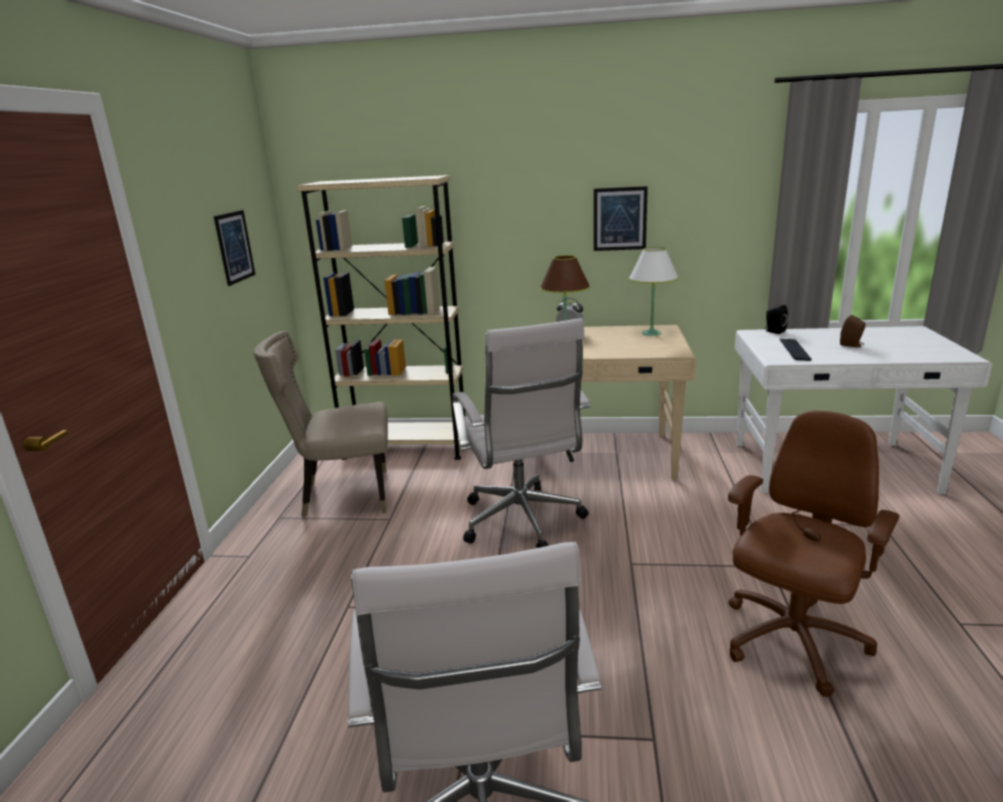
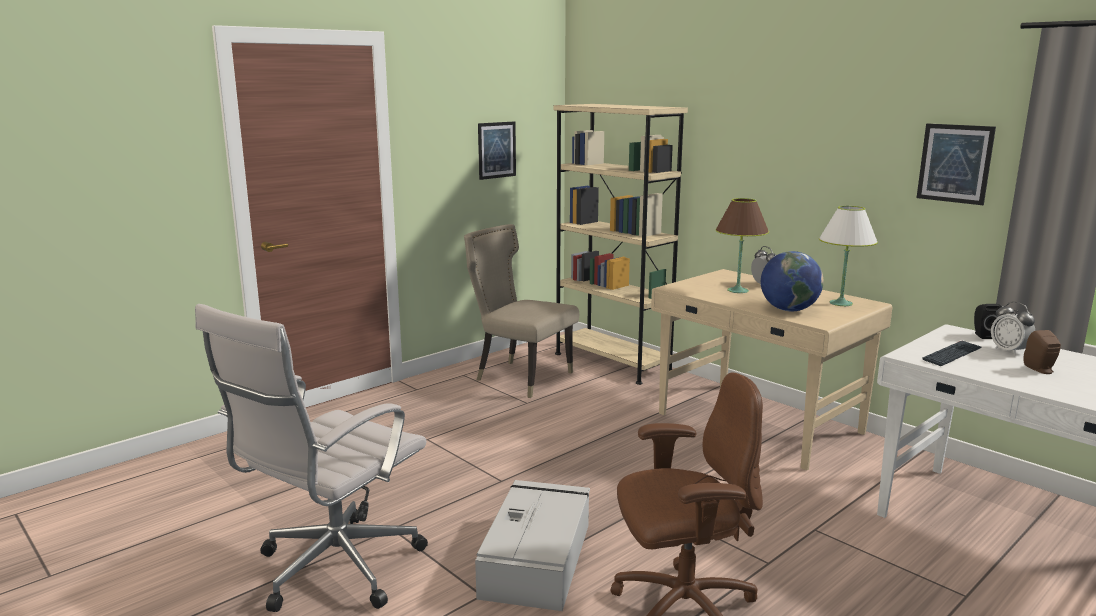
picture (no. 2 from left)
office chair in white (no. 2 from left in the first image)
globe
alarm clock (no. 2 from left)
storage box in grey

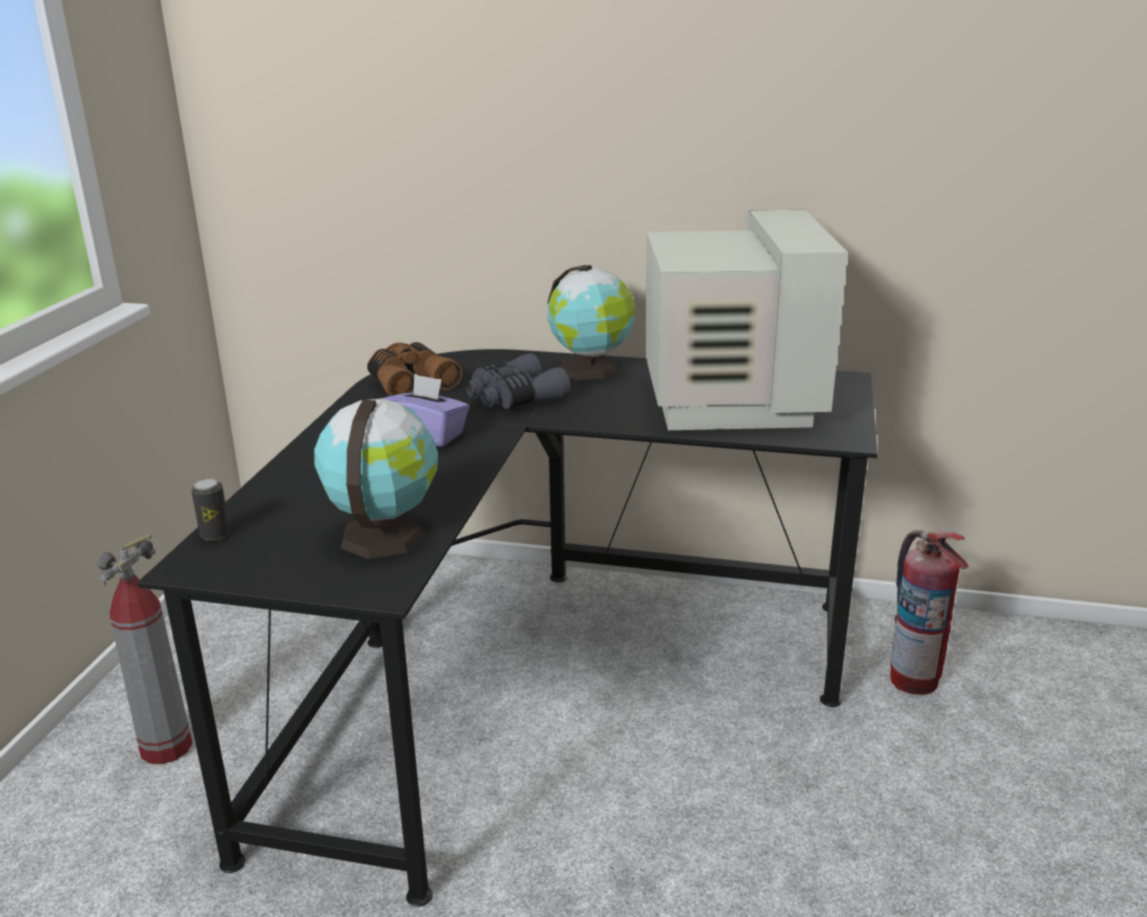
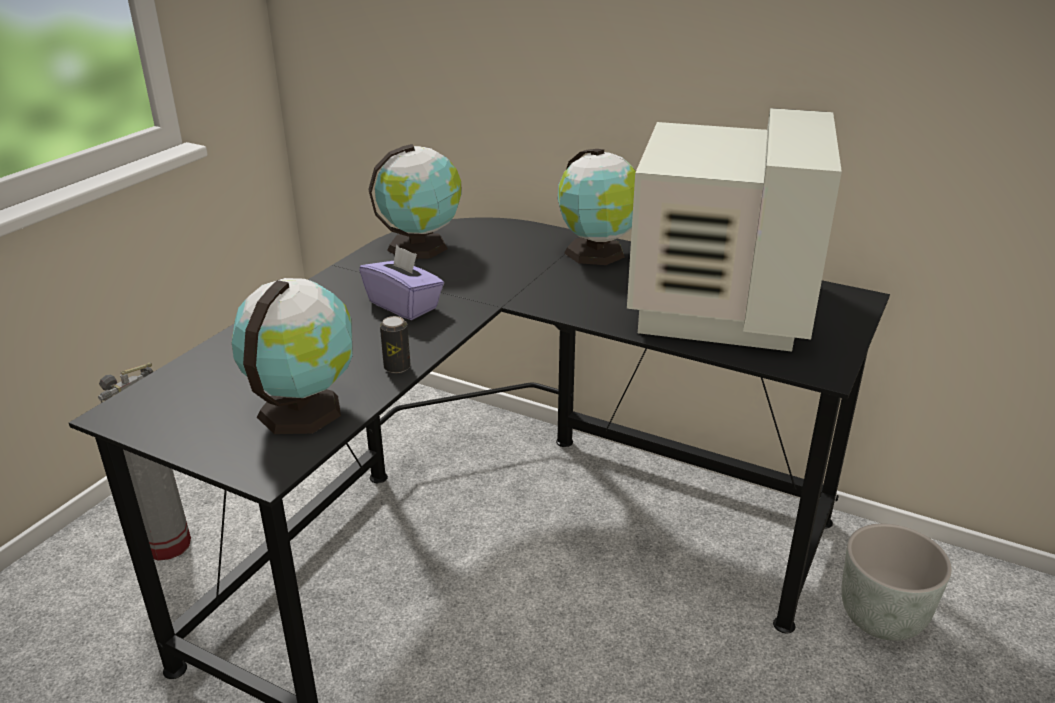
globe (no. 2 from left)
binoculars in grey
can
planter in grey

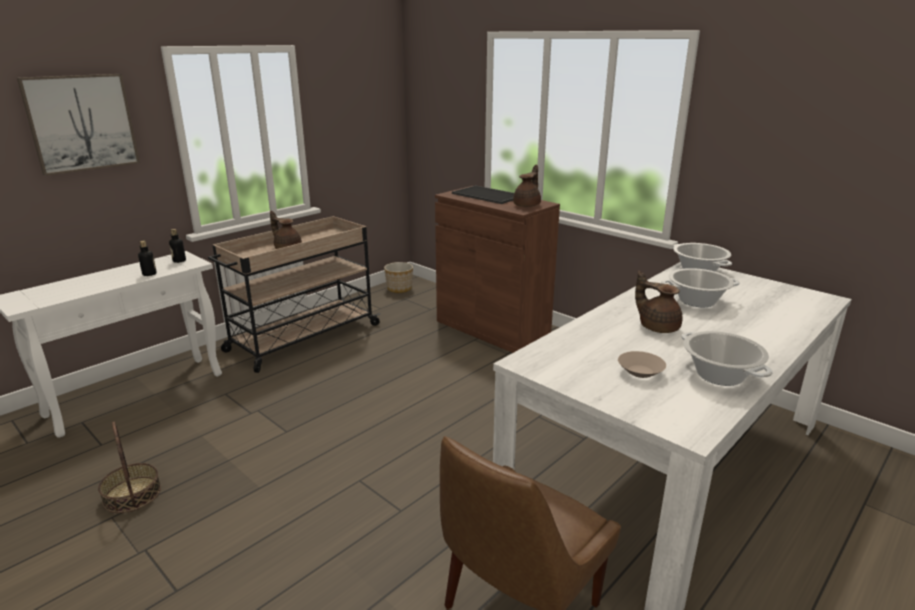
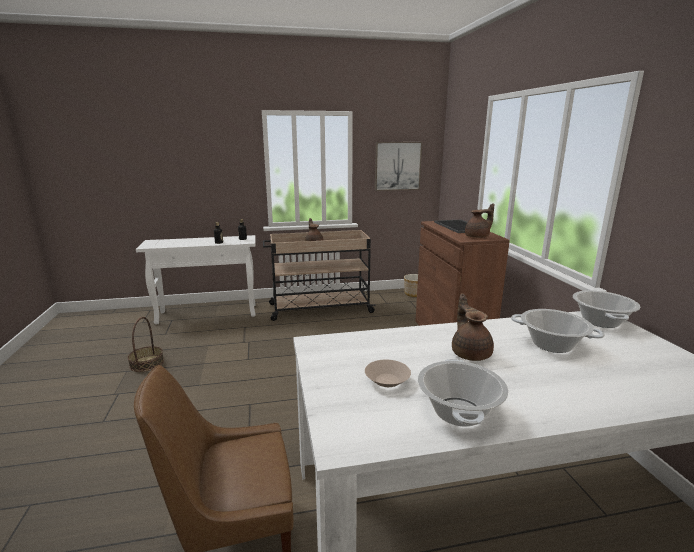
picture

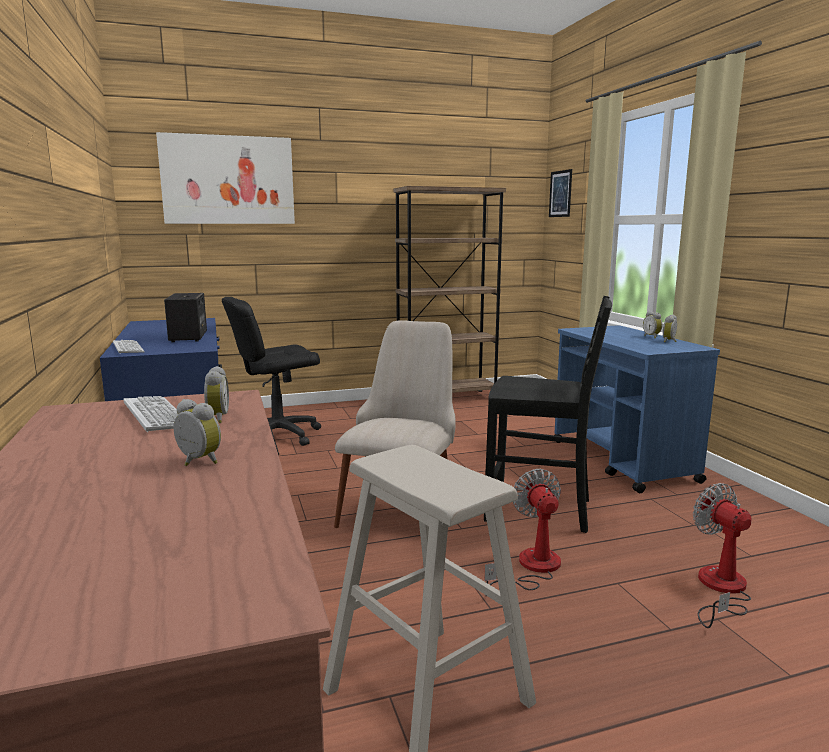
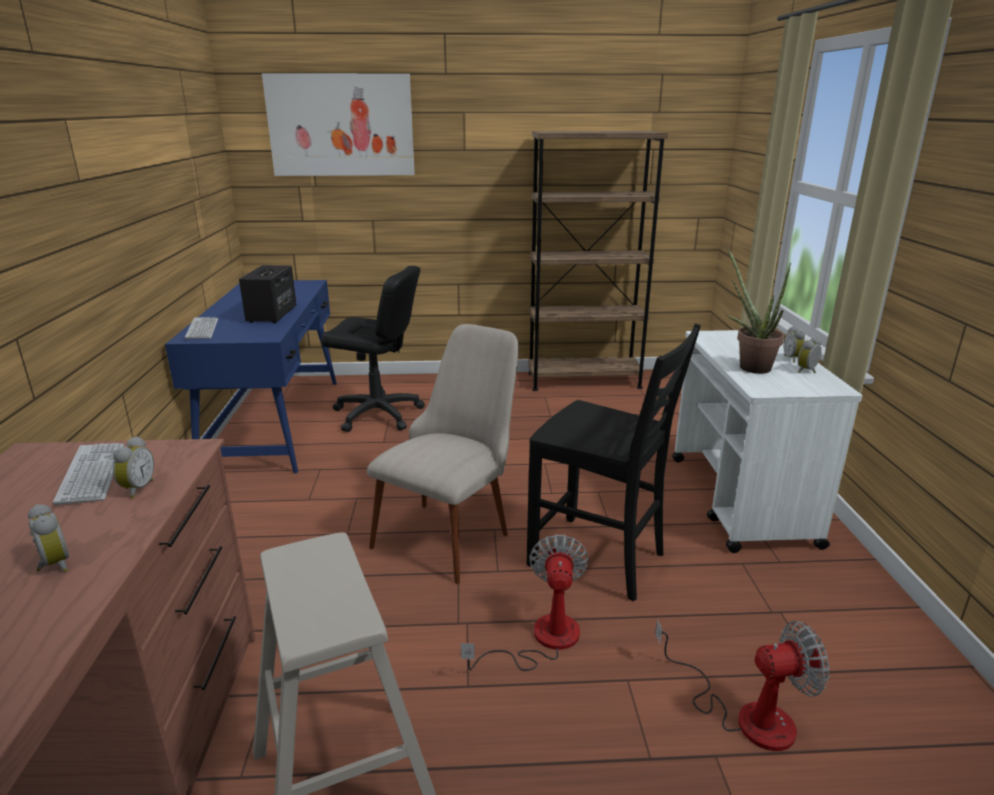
picture (no. 2 from left in the first image)
office chair in black
cart in white
fan (no. 2 from left)
potted plant

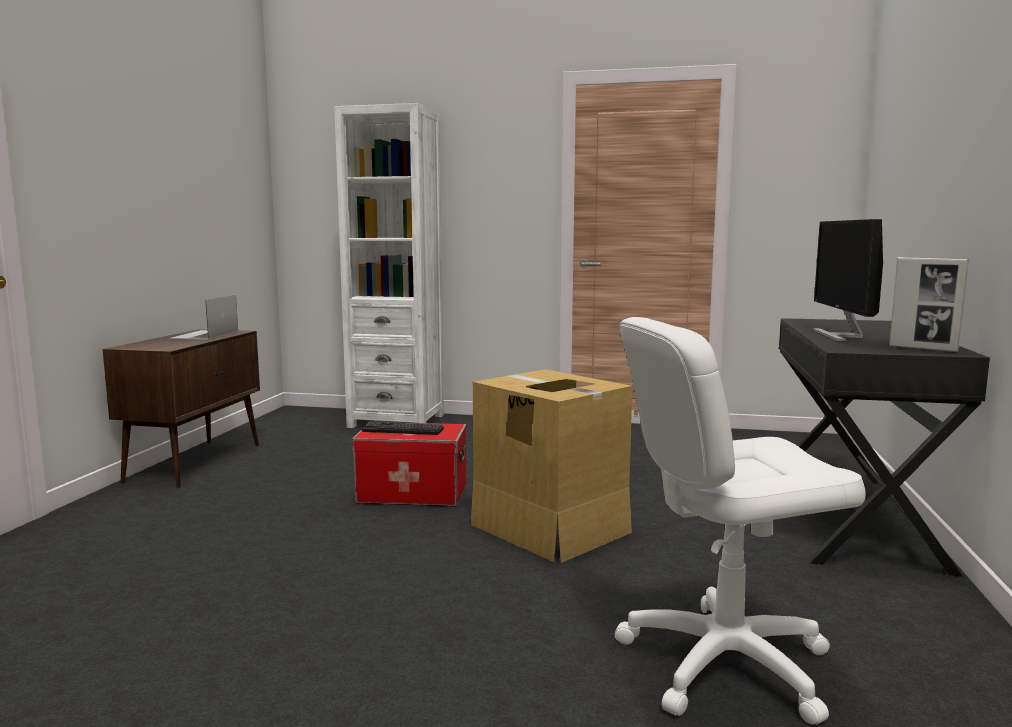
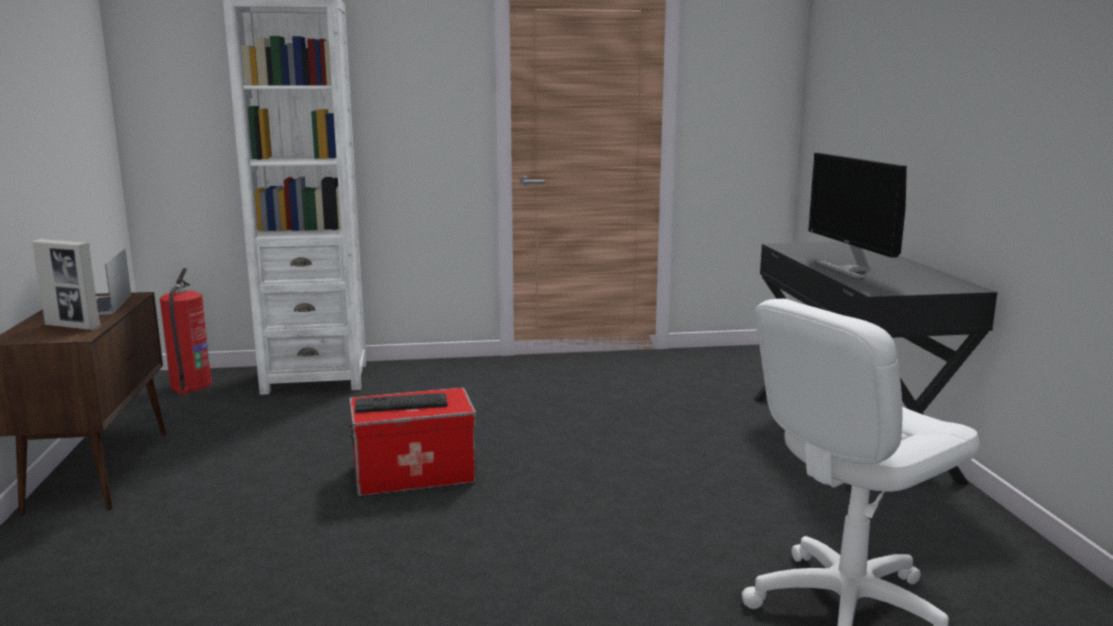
picture frame
cardboard box
fire extinguisher

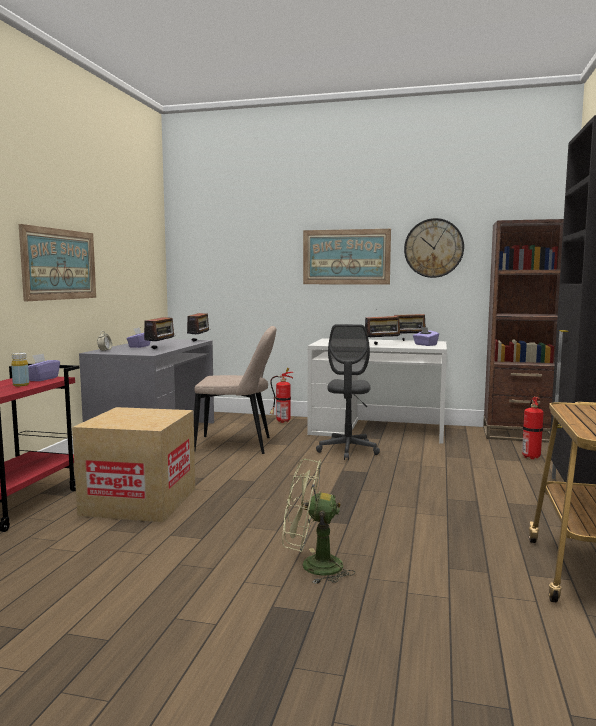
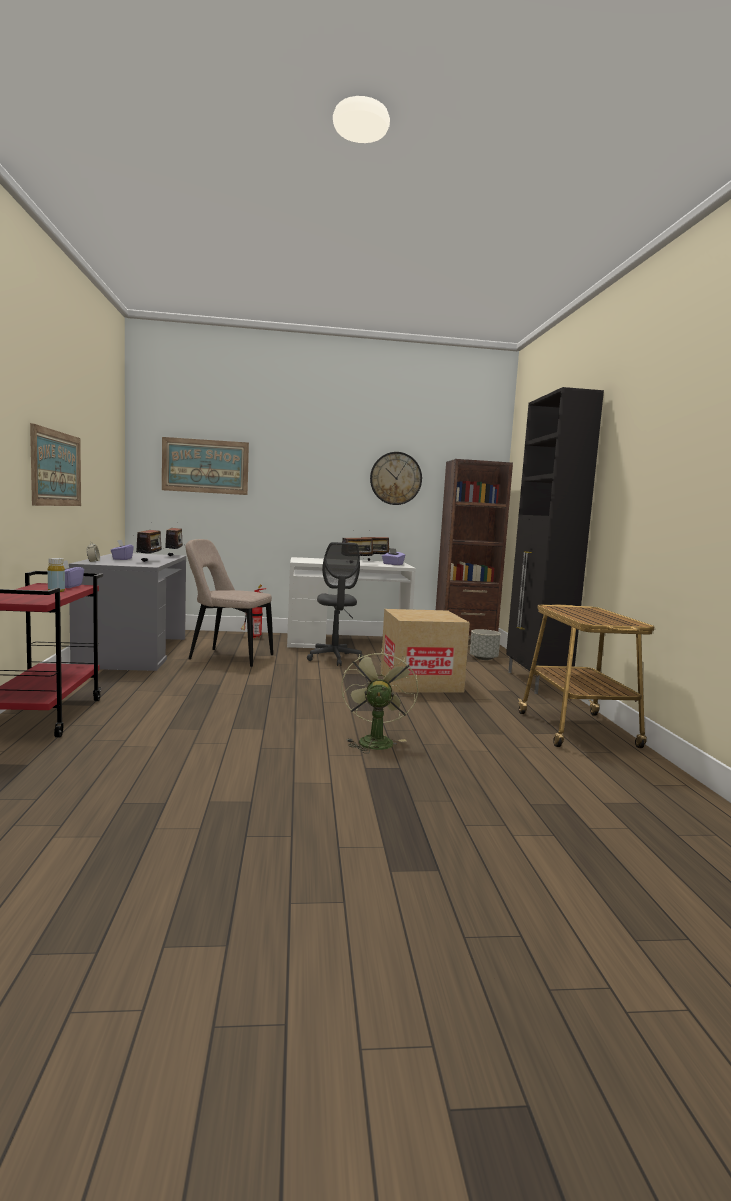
picture (no. 2 from left)
chair in beige
planter in grey
cardboard box
fan in green

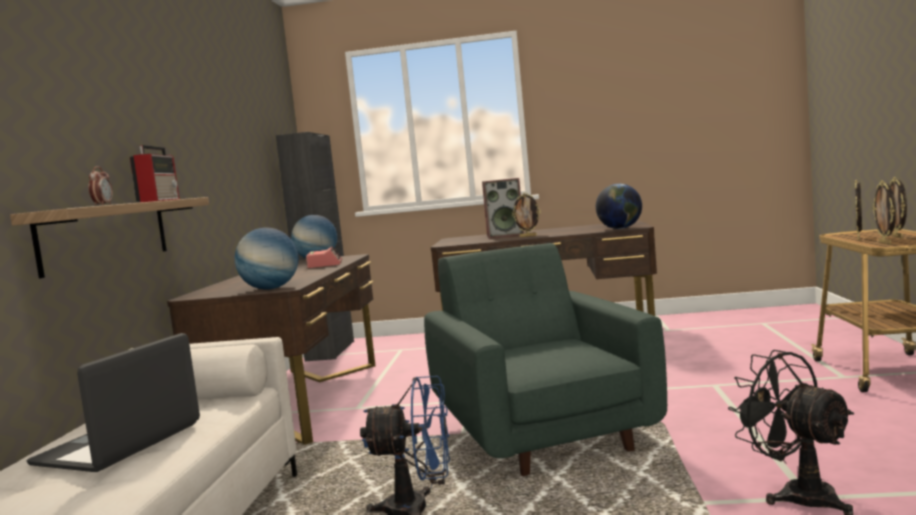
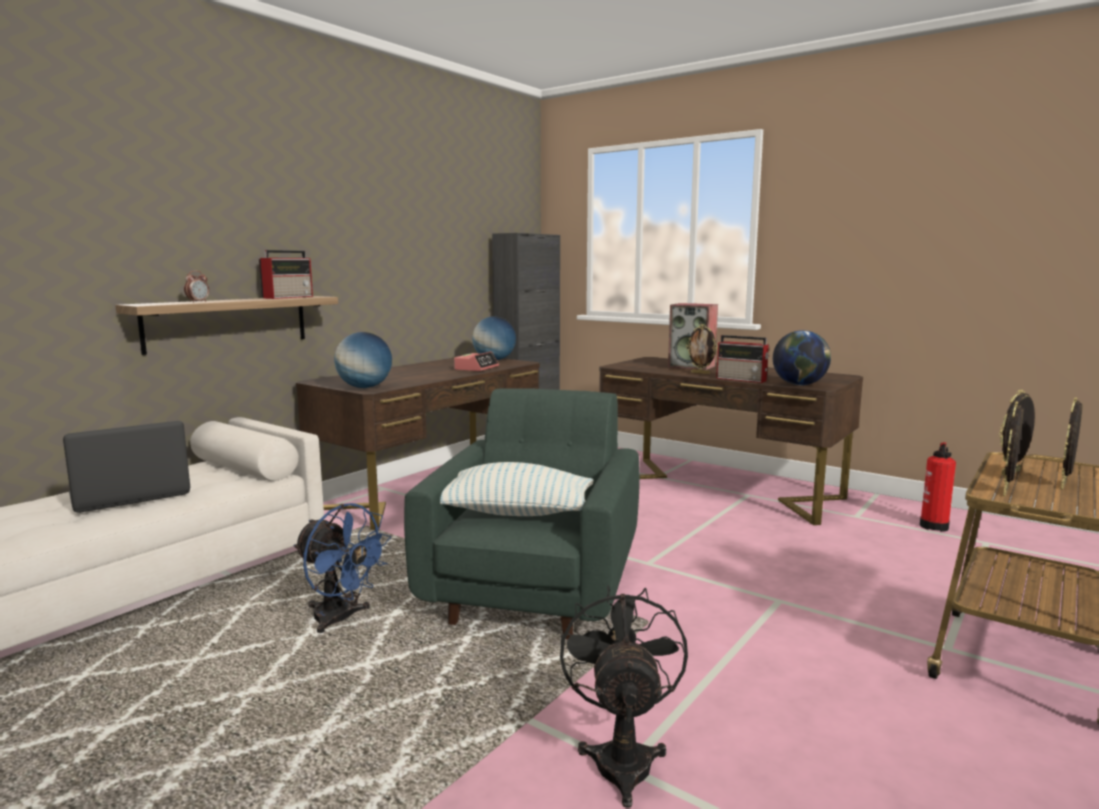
radio (no. 2 from left)
fire extinguisher
pillow

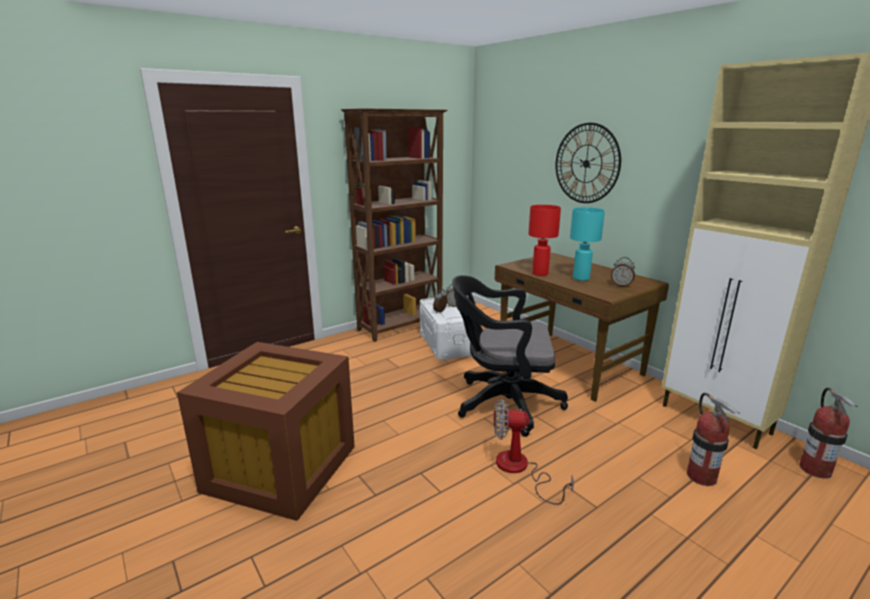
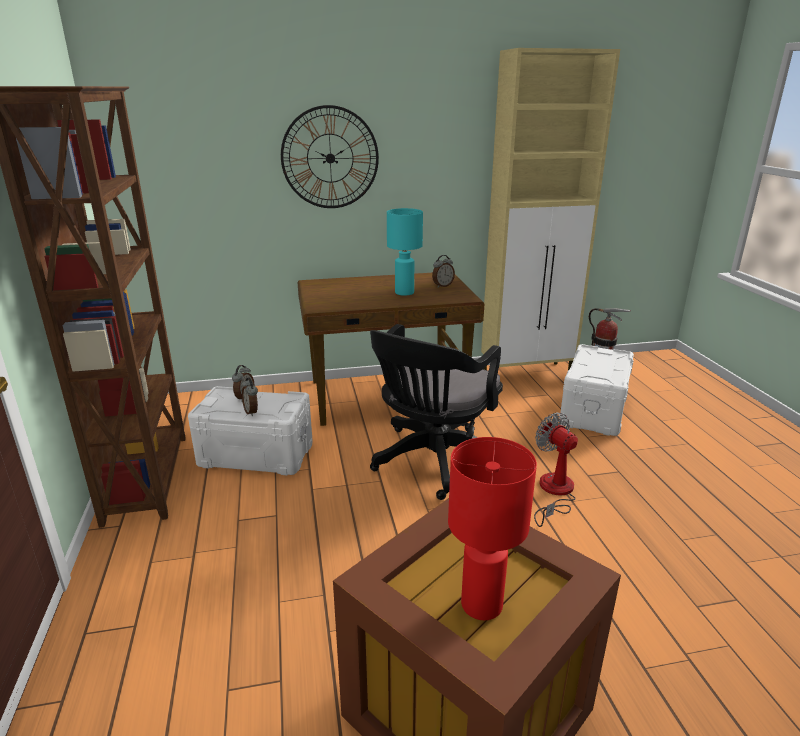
table lamp in red
storage box in white (no. 2 from left)
fan

